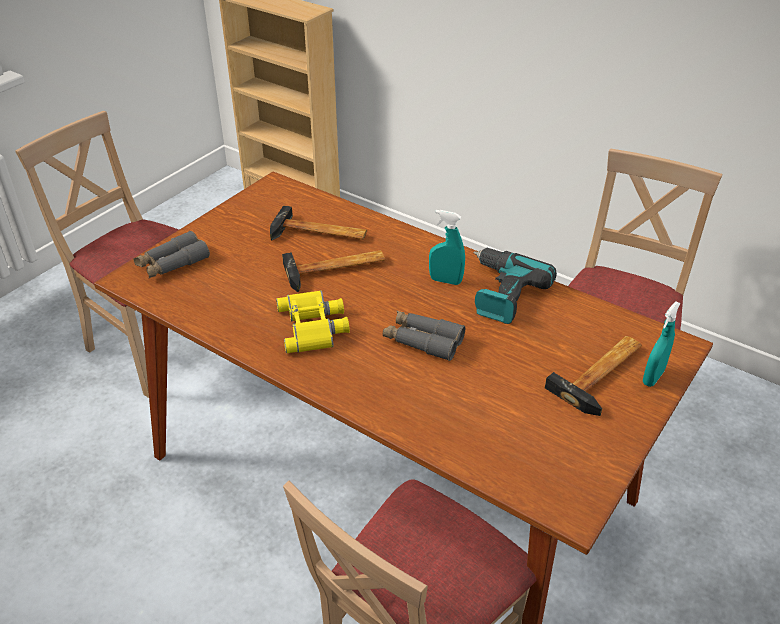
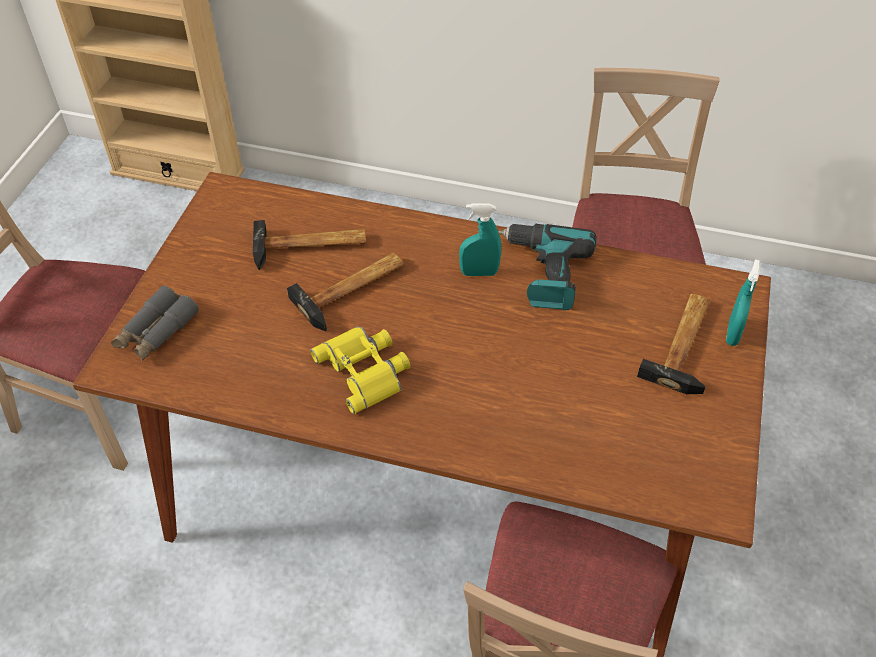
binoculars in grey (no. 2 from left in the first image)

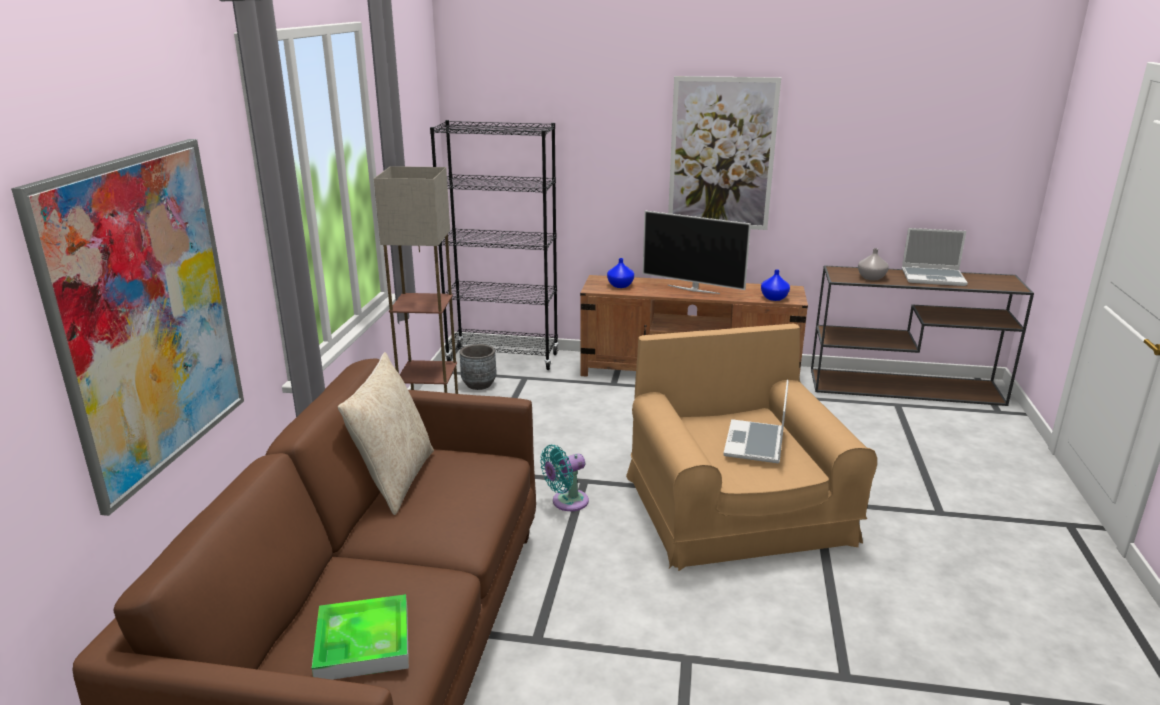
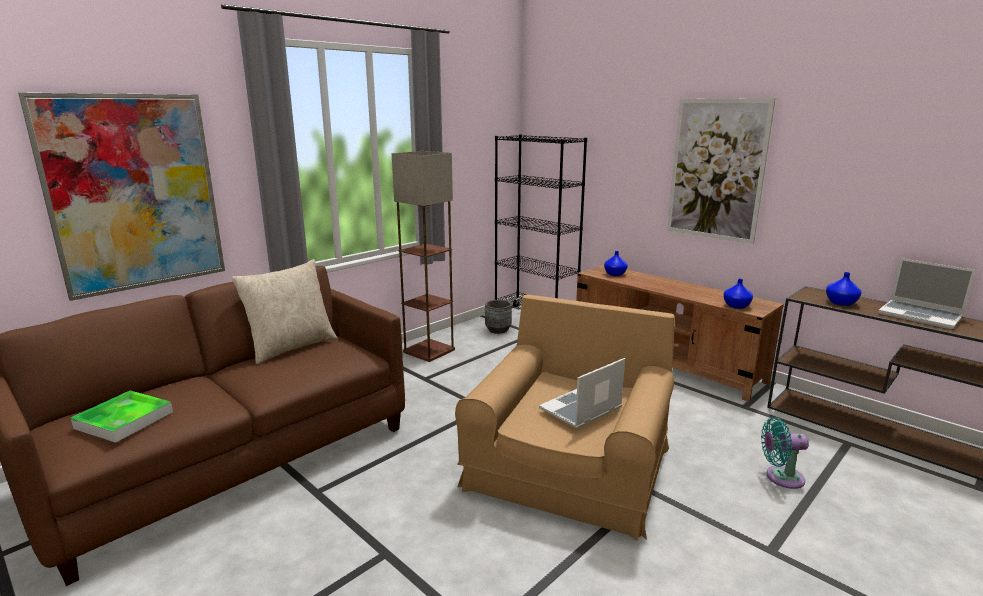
television
vase in blue (no. 3 from left)
fan in turquoise

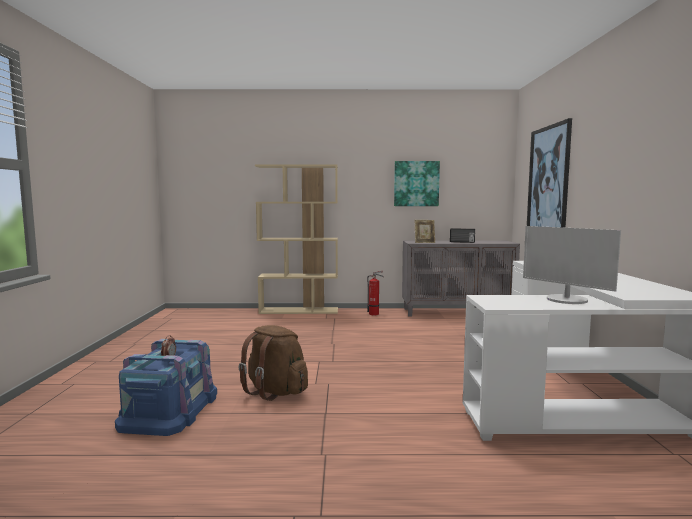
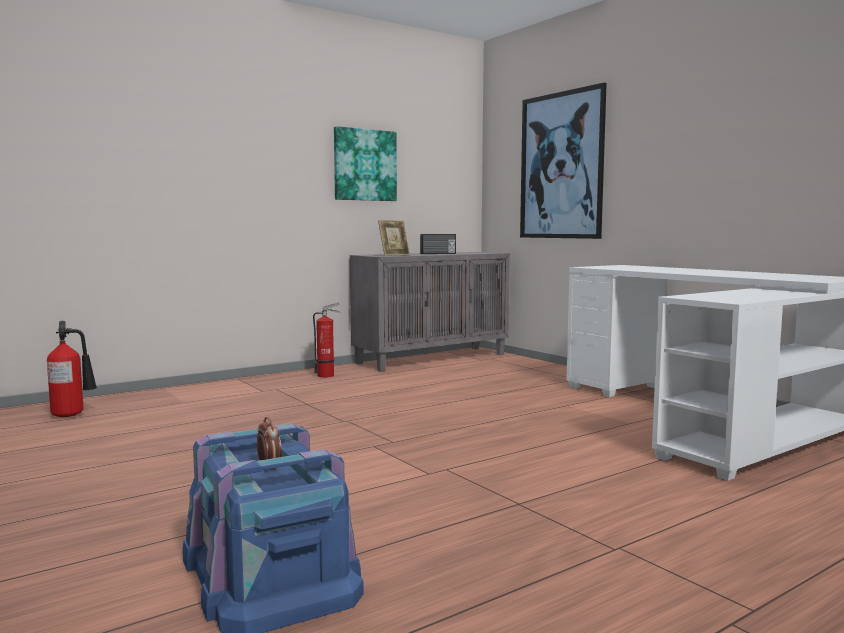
bookcase in beige
monitor
backpack in brown
fire extinguisher (no. 1 from left)

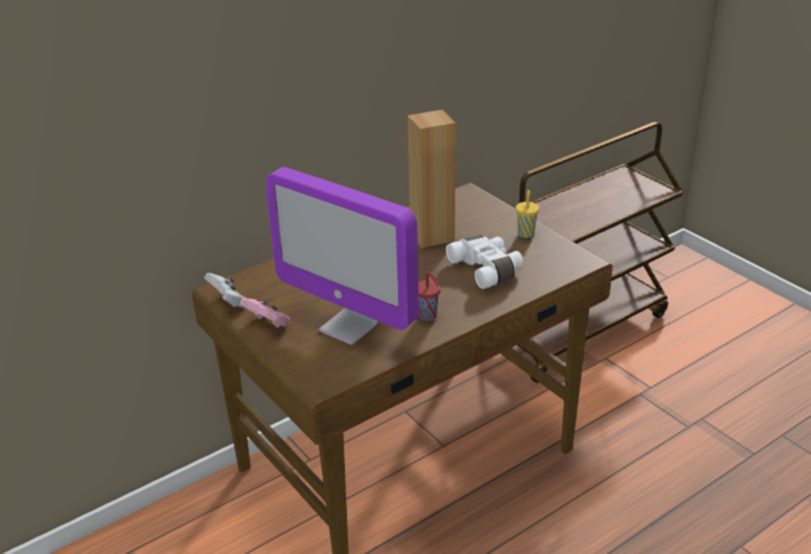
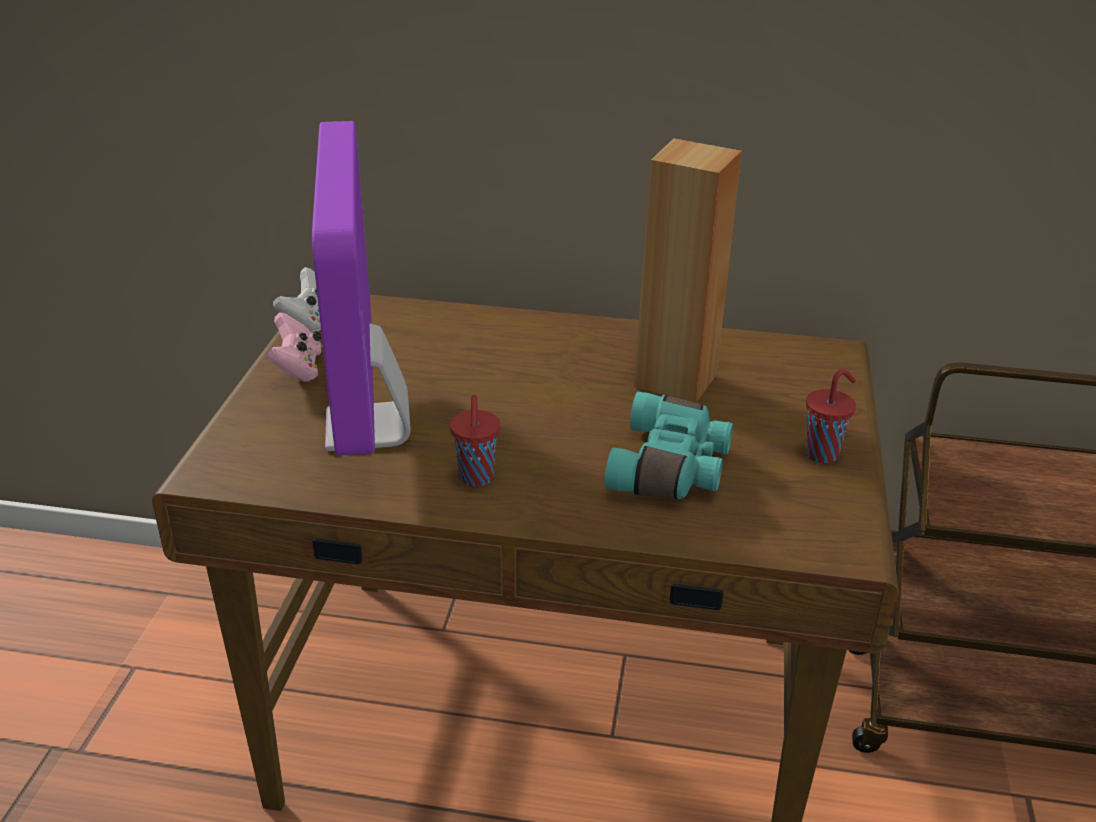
cup in red (no. 2 from left)
binoculars in turquoise

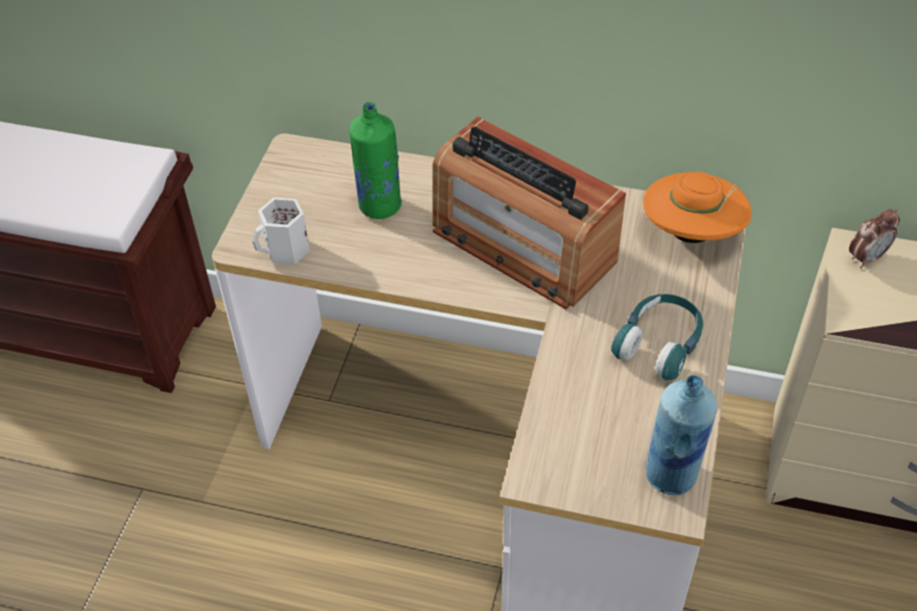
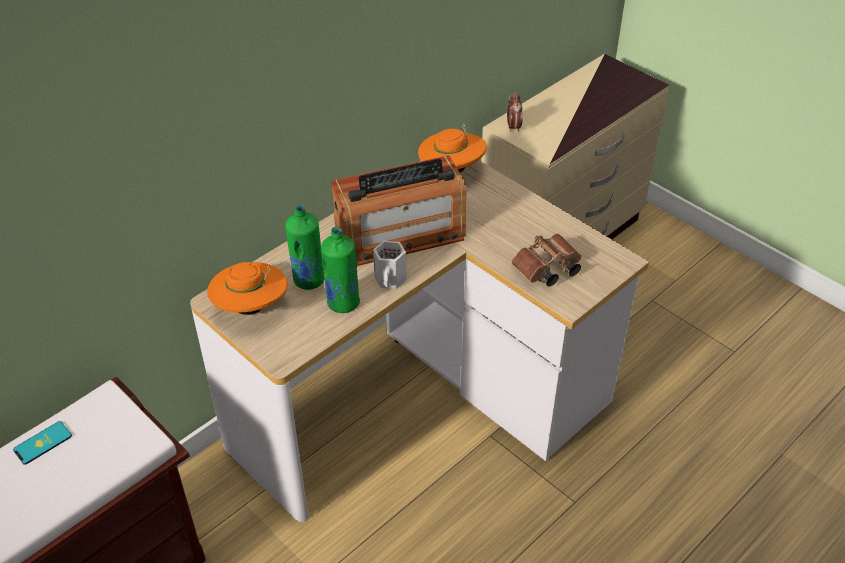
mug in white
headphones in turquoise
bottle in blue
bottle in green (no. 2 from left)
binoculars in brown
hat in orange (no. 1 from left)
phone

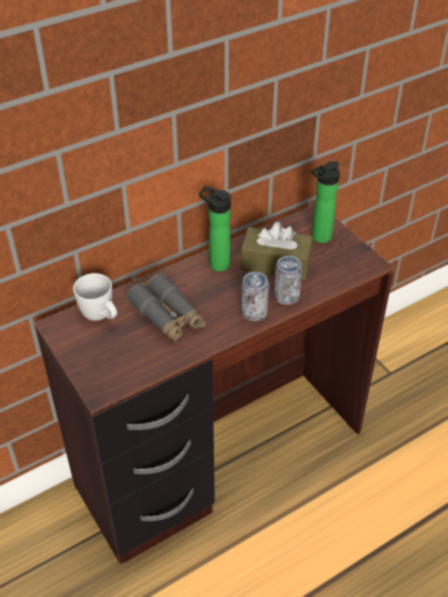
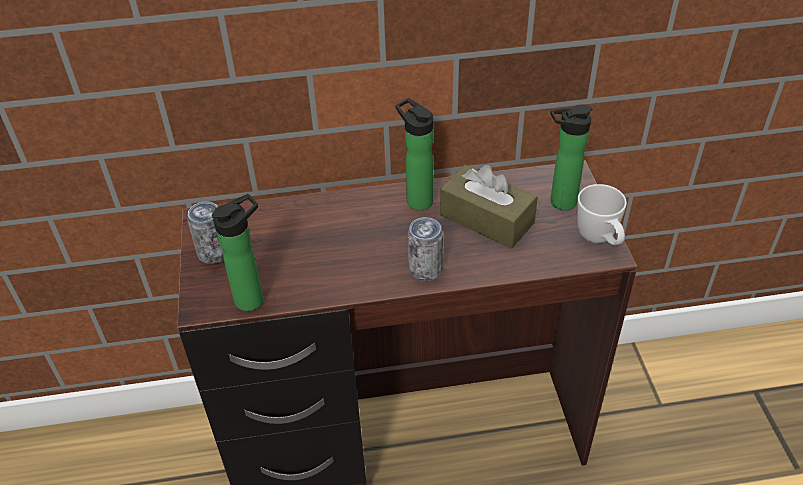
can (no. 1 from left)
mug in white
binoculars in grey
bottle (no. 1 from left)

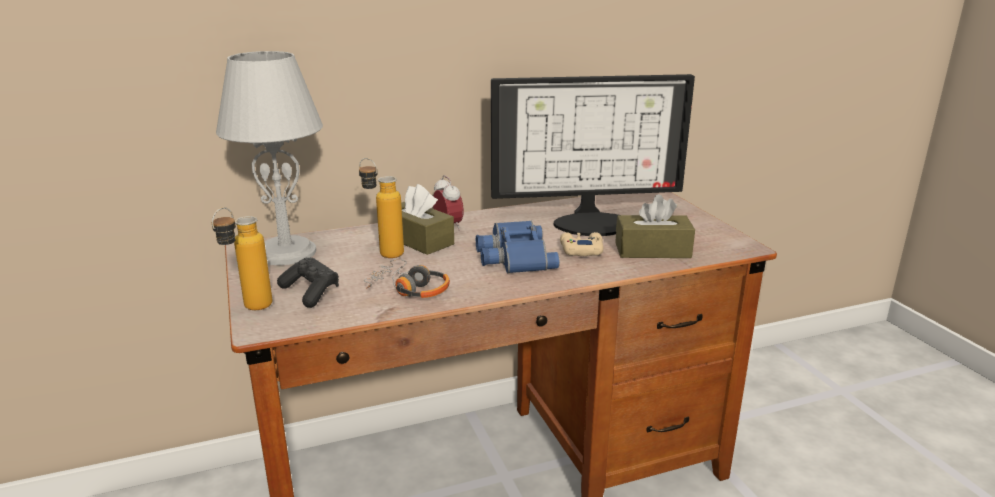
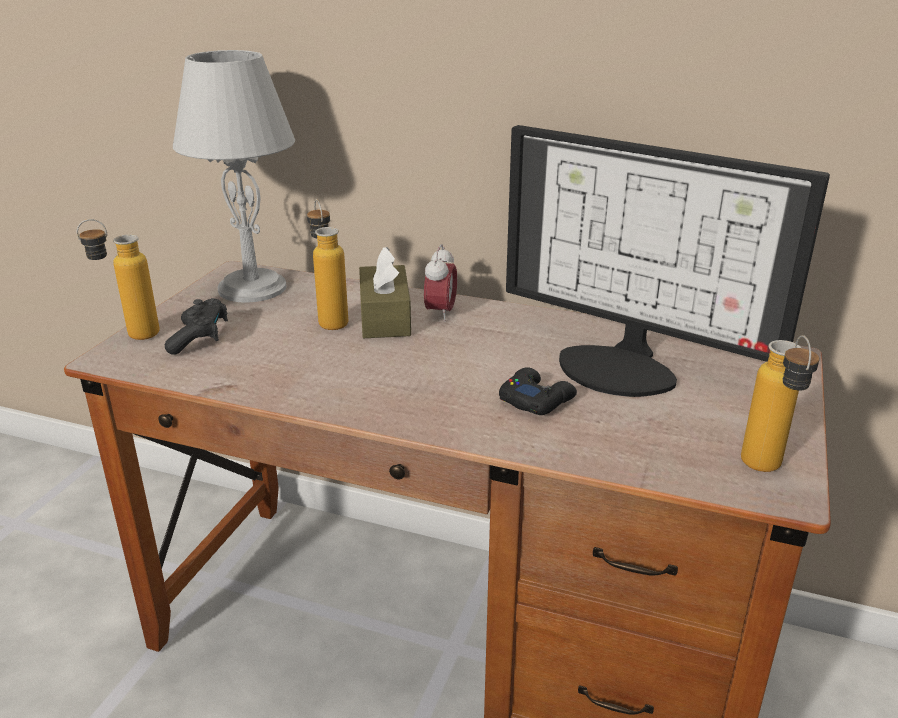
tissue box in brown (no. 2 from left in the first image)
binoculars in blue
game controller in black (no. 2 from left)
headphones
bottle (no. 3 from left)

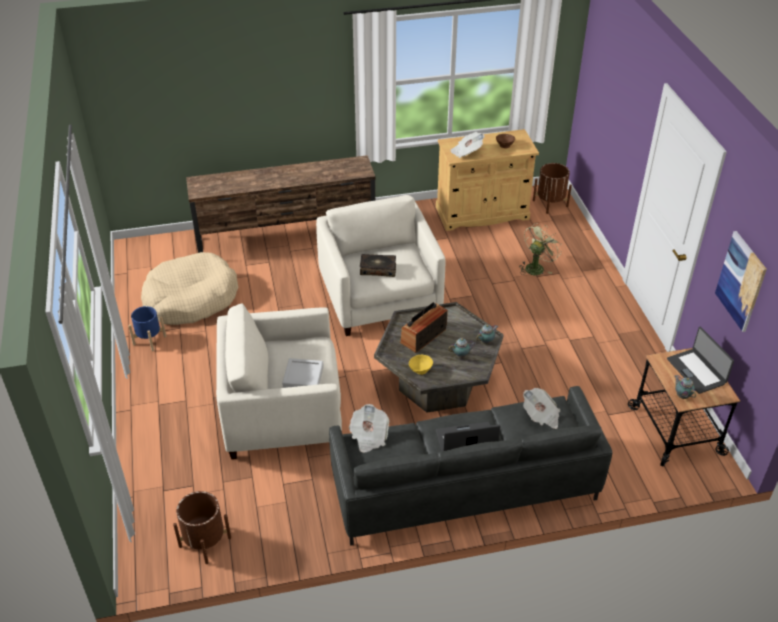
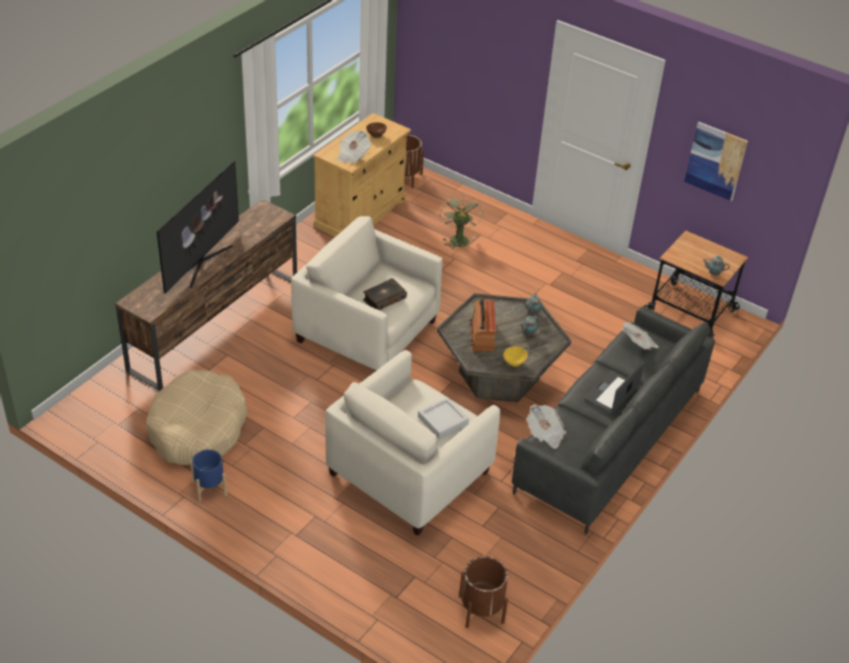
laptop (no. 2 from left in the first image)
television

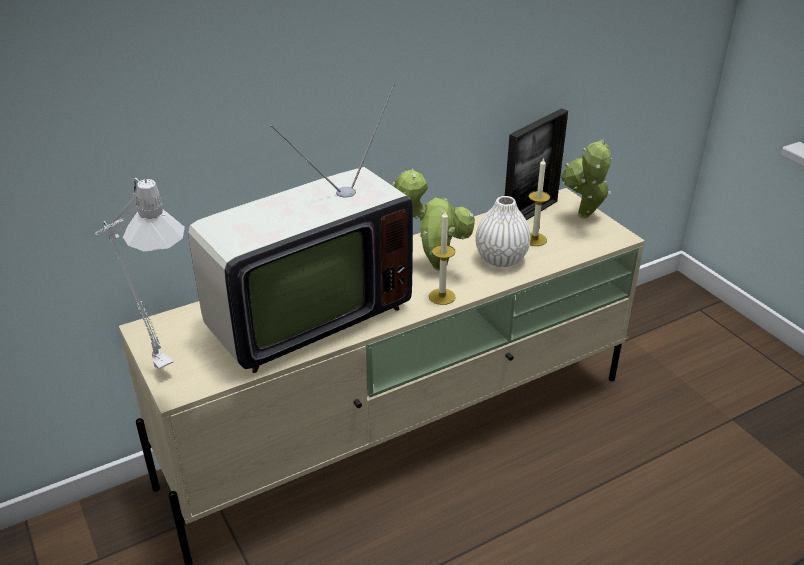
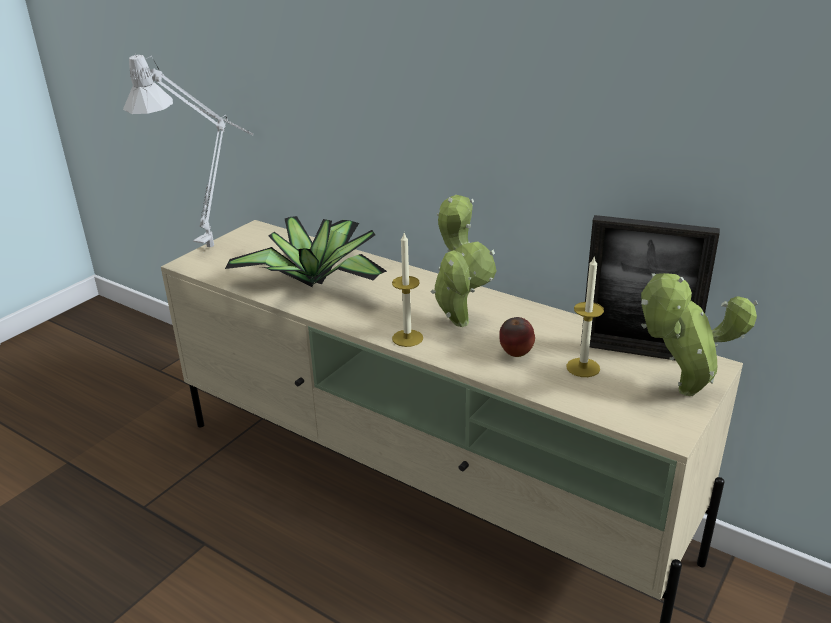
potted plant (no. 1 from left)
apple

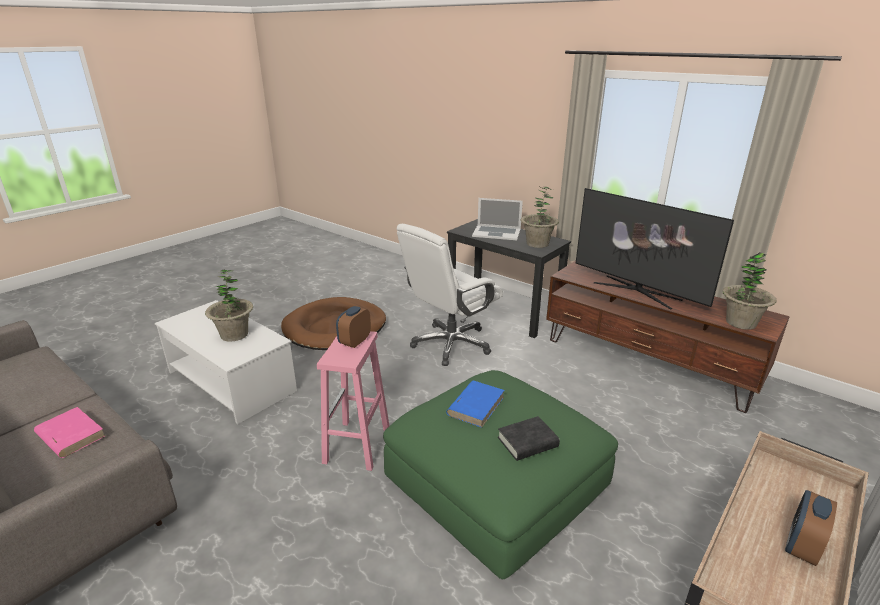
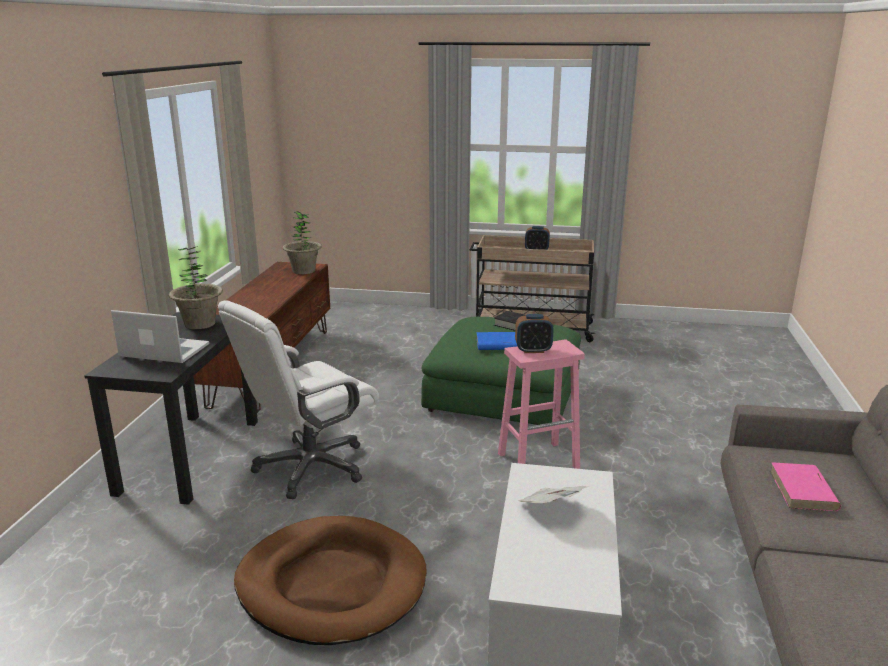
television
laptop
office chair in white
newspaper

